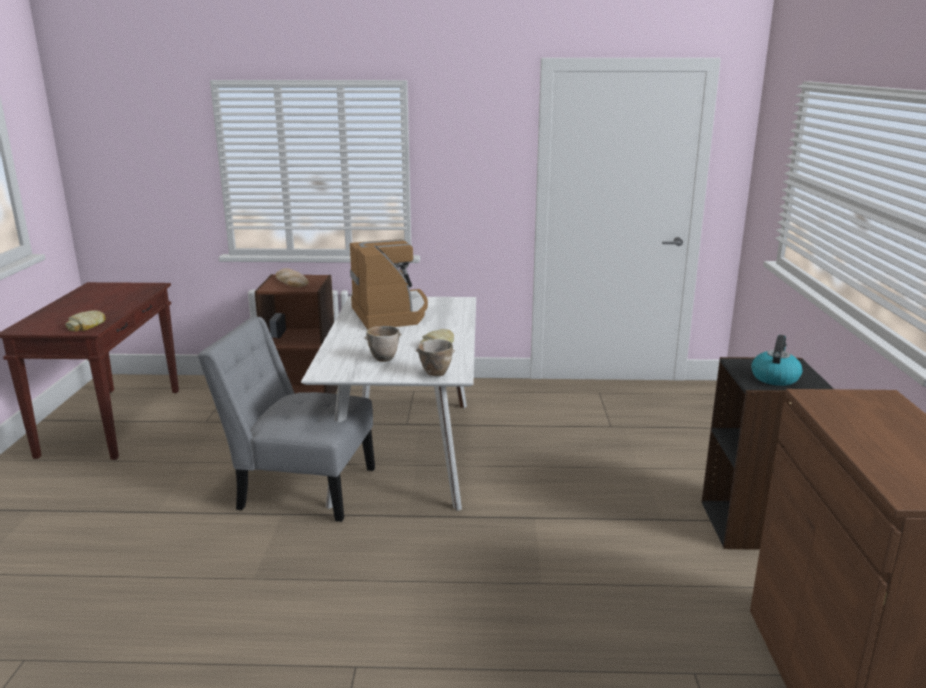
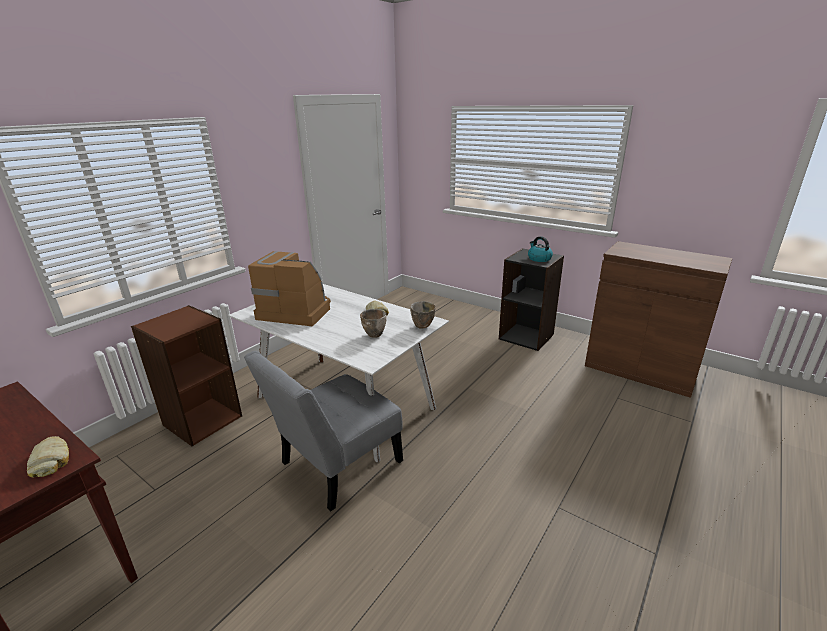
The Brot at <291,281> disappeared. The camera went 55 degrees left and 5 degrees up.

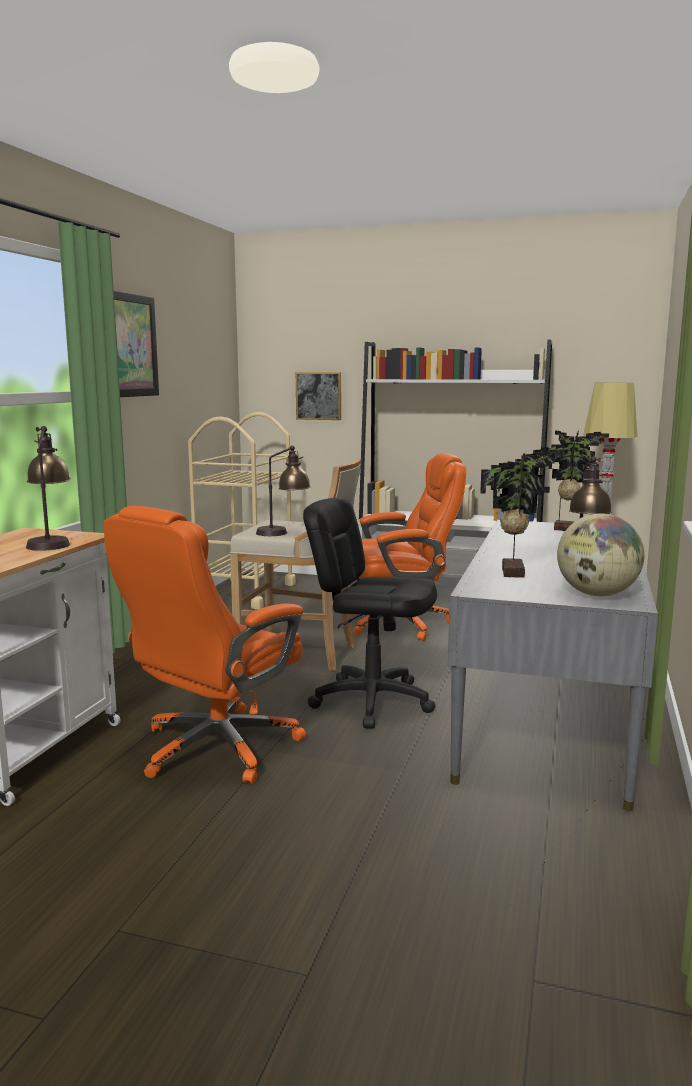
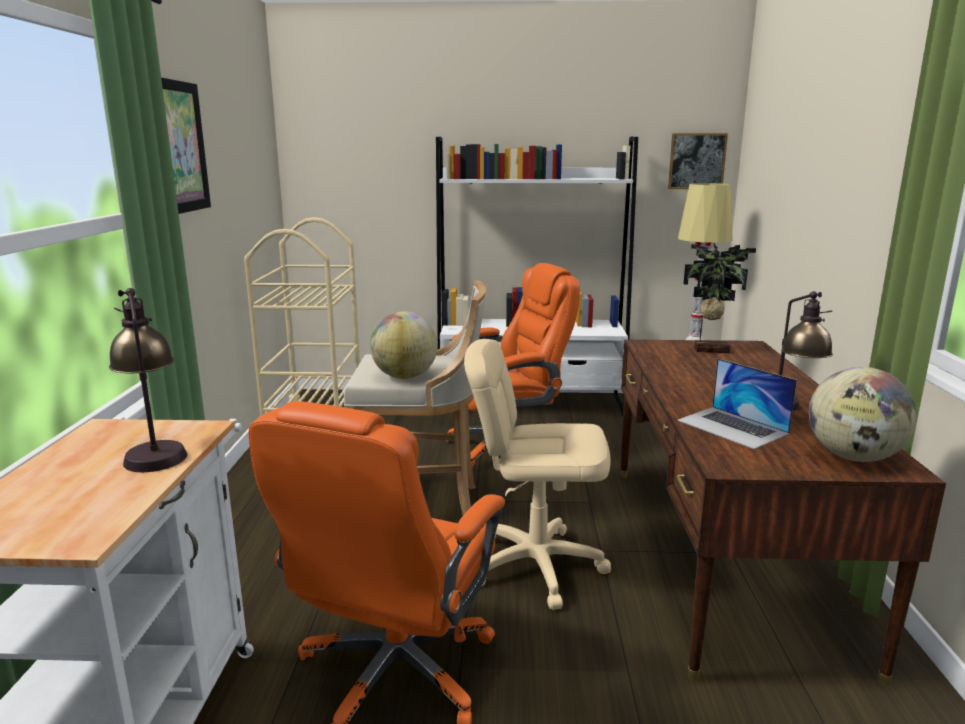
The Tischlampe at <283,533> was replaced by the Globus at <405,376>. The Bürostuhl/schwarz at <372,701> became the Bürostuhl/beige at <536,565>. The Schreibtisch/grau at <548,713> became the Schreibtisch/braun at <723,554>. The Bild moved from <318,396> to <696,161>. The Topfpflanze at <515,572> was replaced by the Laptop at <732,427>. The camera went 15 degrees left and 5 degrees up.

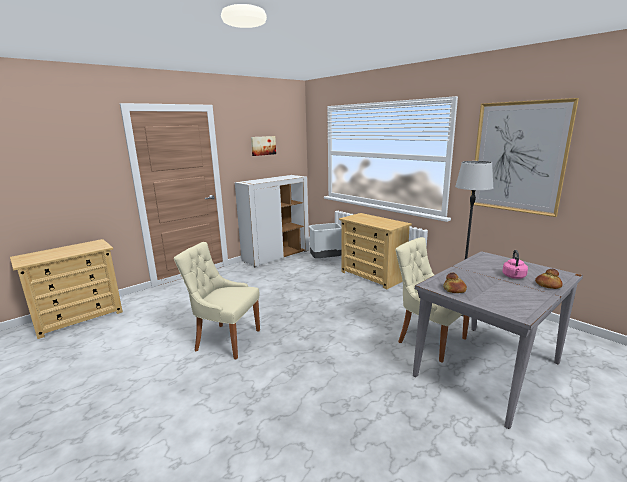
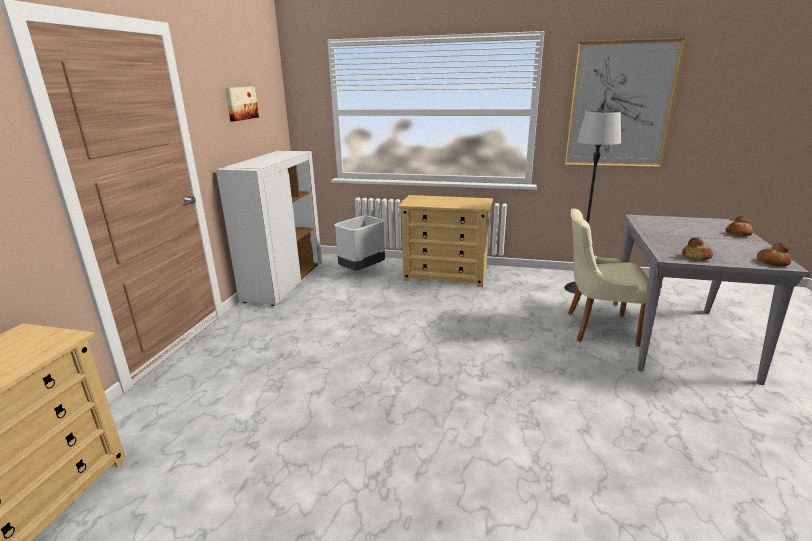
The Brot at <772,262> appeared. The Stuhl/beige at <225,340> disappeared. The Wasserkessel/rosa at <514,277> disappeared. The camera went 35 degrees left and 5 degrees up.

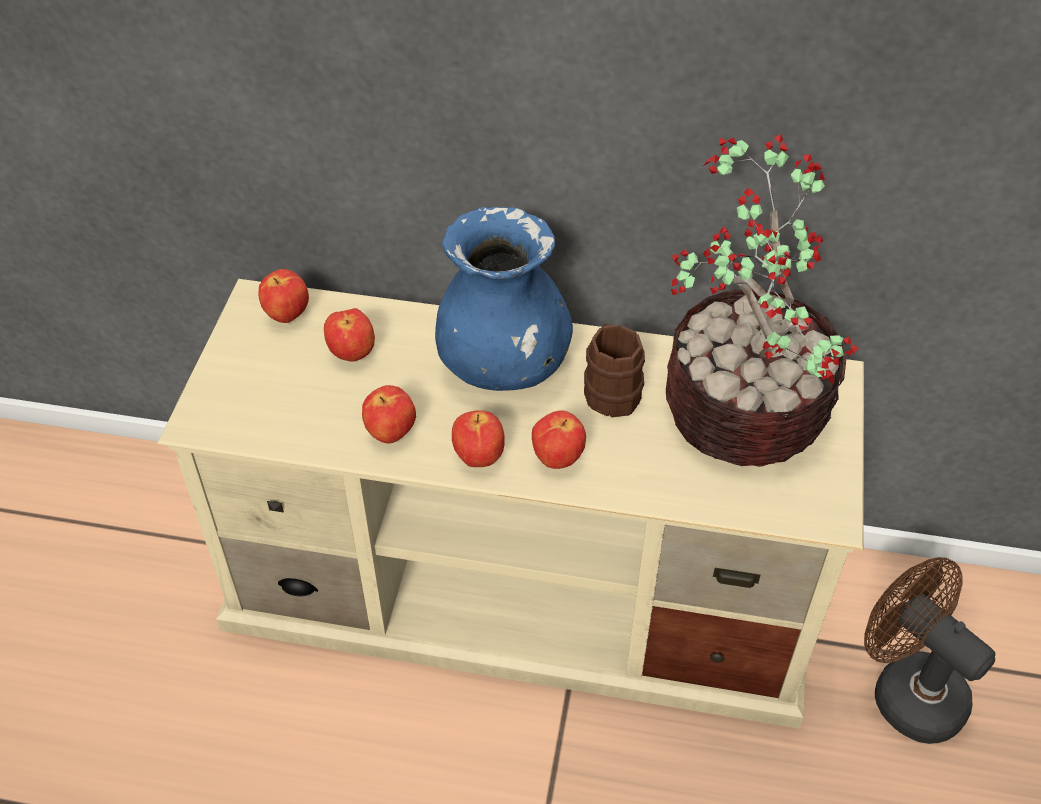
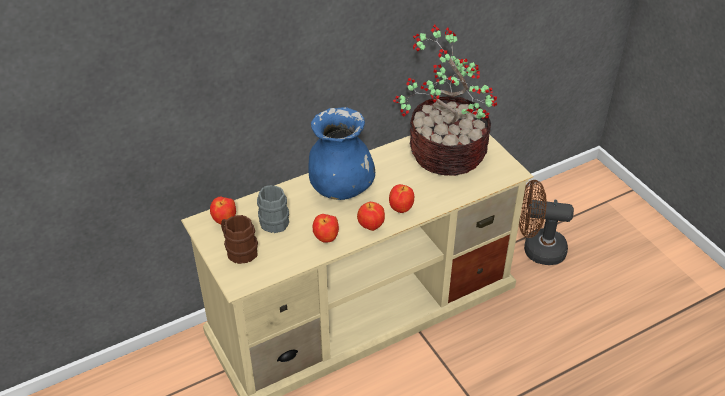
The Henkelbecher/braun moved from <610,389> to <239,250>. The Apfel at <353,354> was replaced by the Henkelbecher/grau at <273,219>. The camera went 40 degrees left and 5 degrees down.

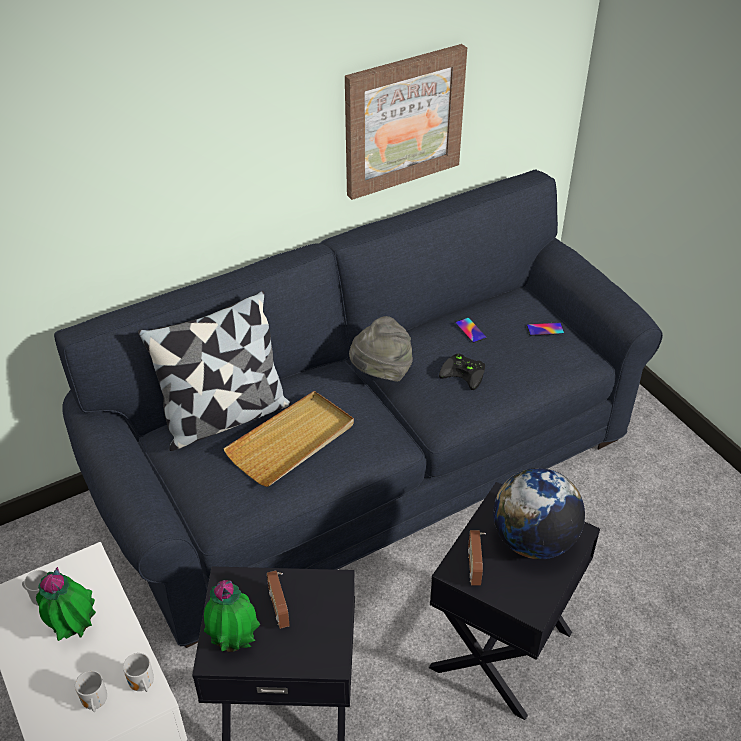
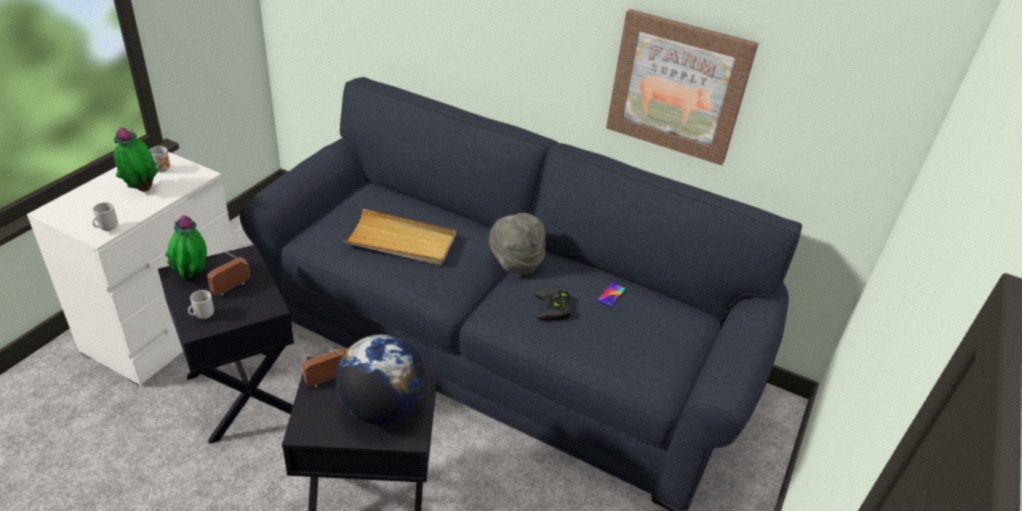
The Henkelbecher moved from <94,703> to <203,316>. The Kissen at <225,417> disappeared. The Handy at <545,329> disappeared. The camera went 55 degrees right and 5 degrees down.

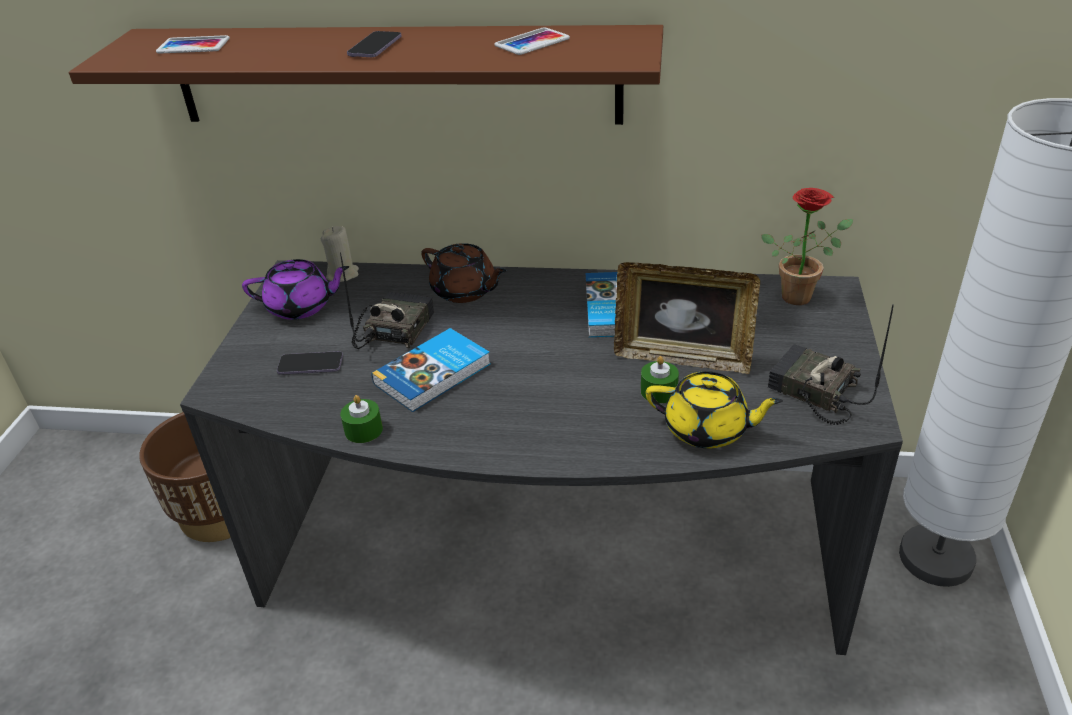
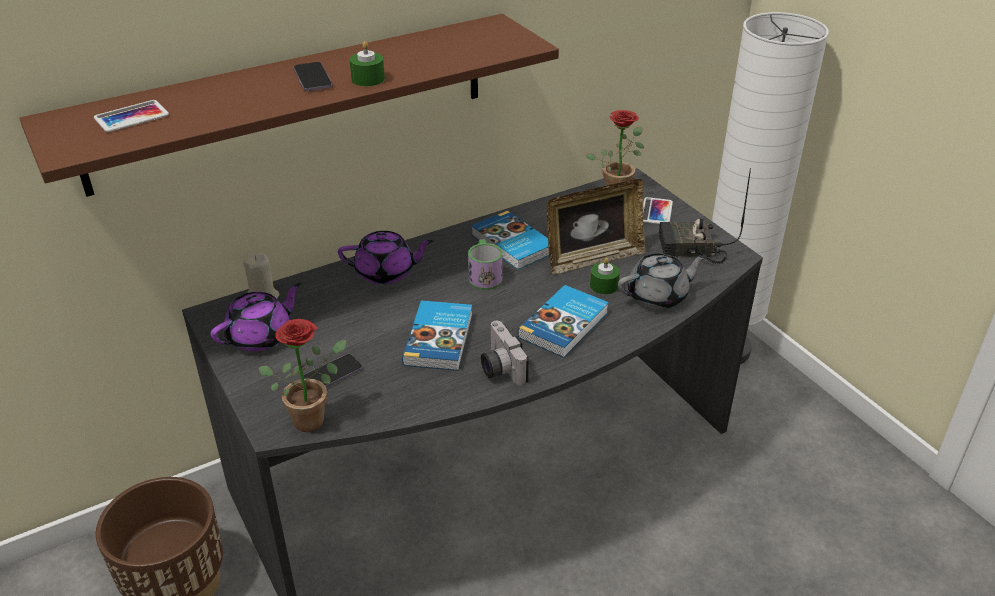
The Topfpflanze at <314,417> appeared. The Teekanne/braun at <465,291> became the Teekanne/lila at <386,272>. The Kerze/grün moved from <363,430> to <368,79>. The Henkelbecher at <484,276> appeared. The Kamera at <499,367> appeared. The Buch at <565,325> appeared. The Teekanne/gelb at <707,429> became the Teekanne/grau at <658,296>. The Handy moved from <532,42> to <656,211>. The Radio at <393,329> disappeared. The camera went 40 degrees left and 0 degrees up.

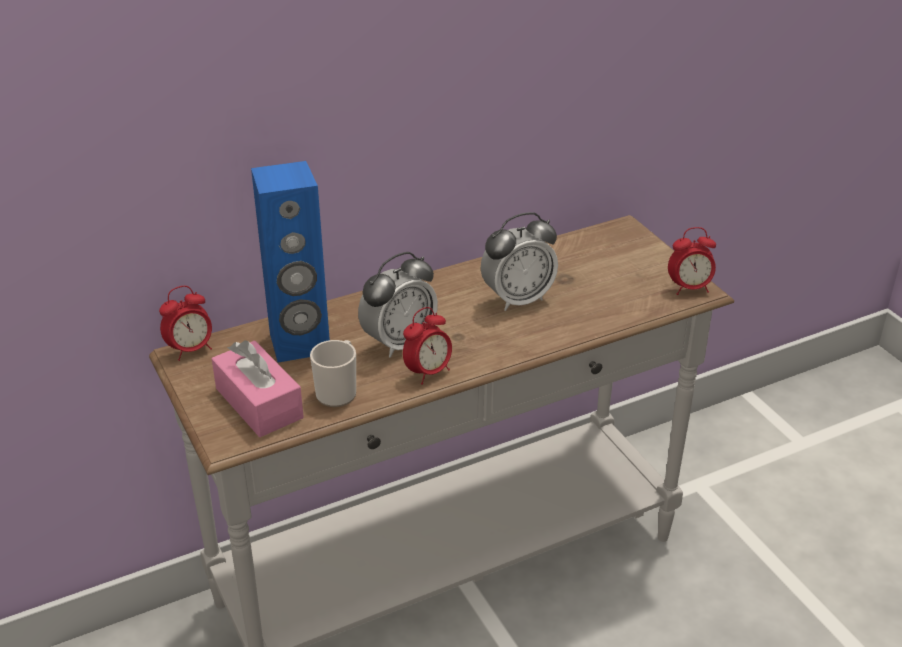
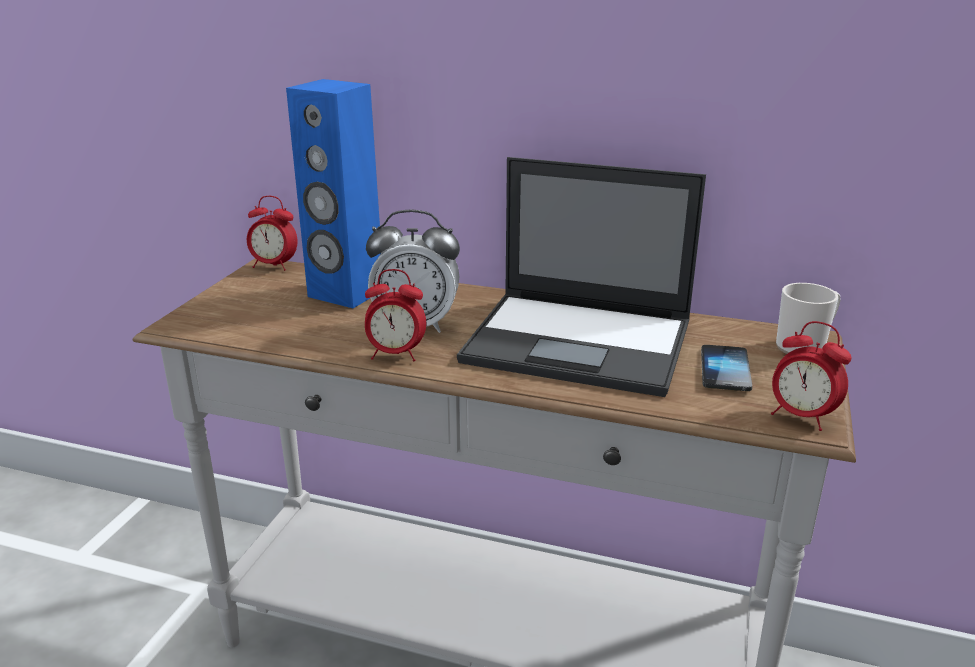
The Wecker at <517,299> was replaced by the Laptop at <581,342>. The Handy at <725,370> appeared. The Henkelbecher moved from <338,391> to <804,346>. The Taschentuchbox/rosa at <259,403> disappeared. The camera went 45 degrees right and 10 degrees down.

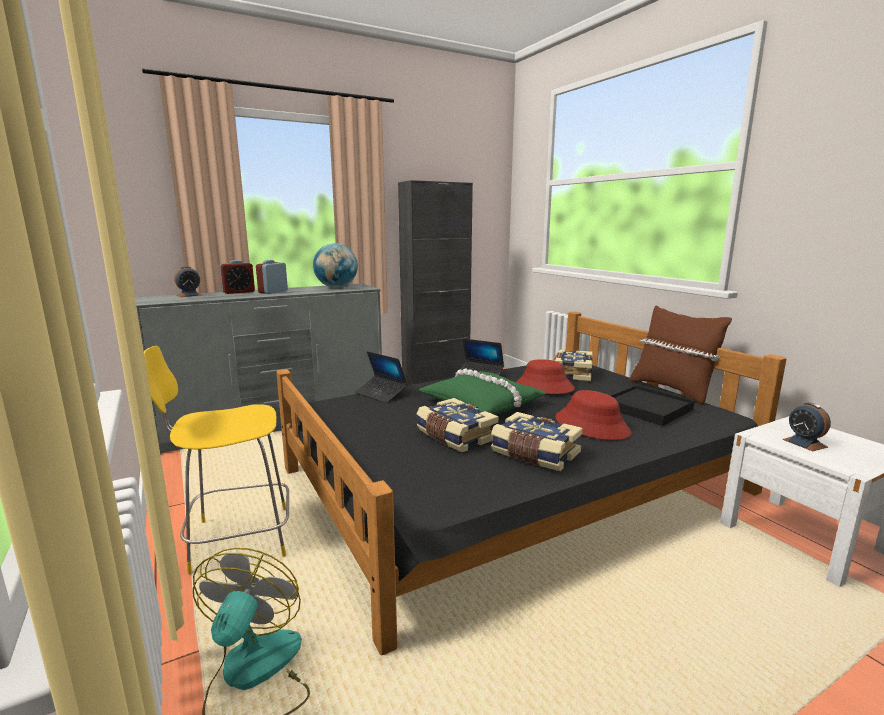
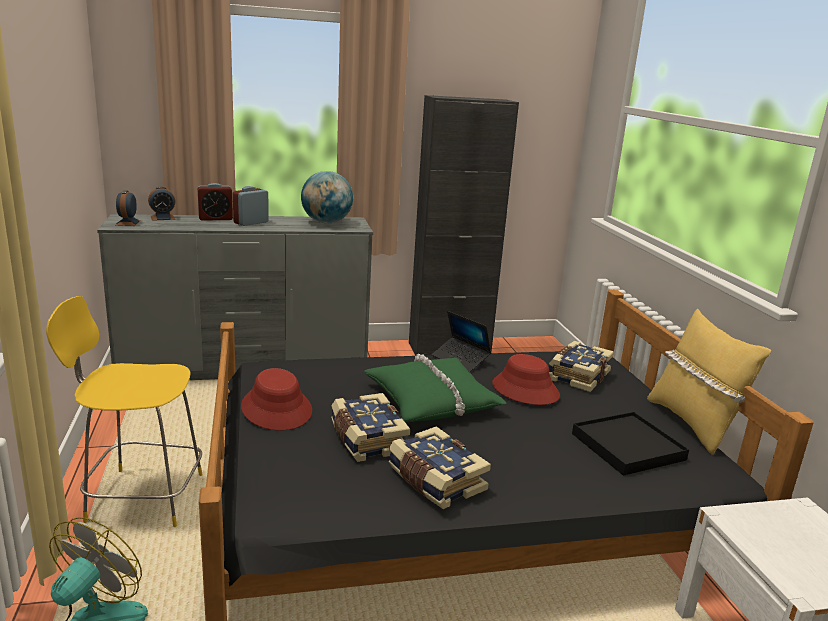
The Wecker moved from <804,443> to <128,223>. The Hut/rot moved from <592,425> to <277,409>. The Kissen/braun at <672,390> became the Kissen/gelb at <692,424>. The Laptop at <381,394> disappeared. The camera went 15 degrees right and 5 degrees up.

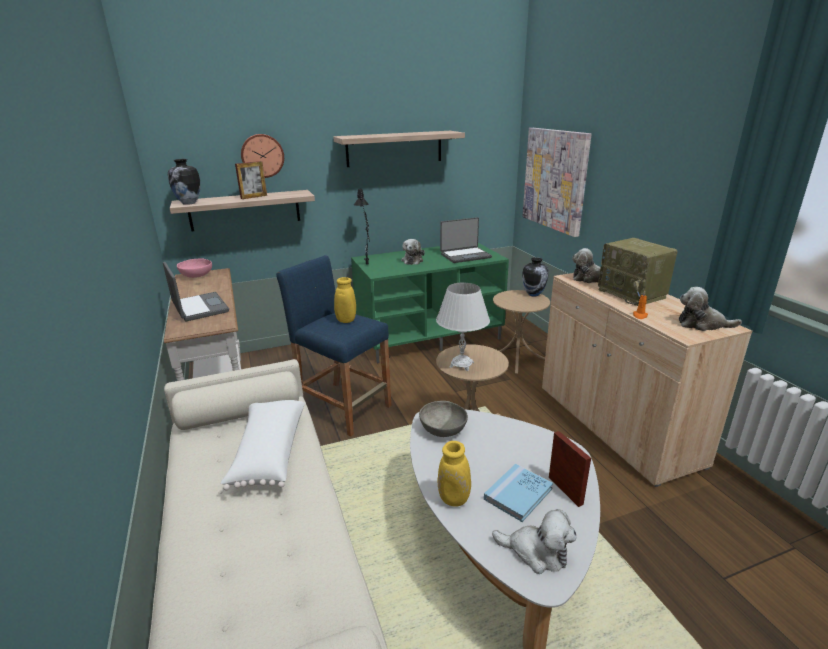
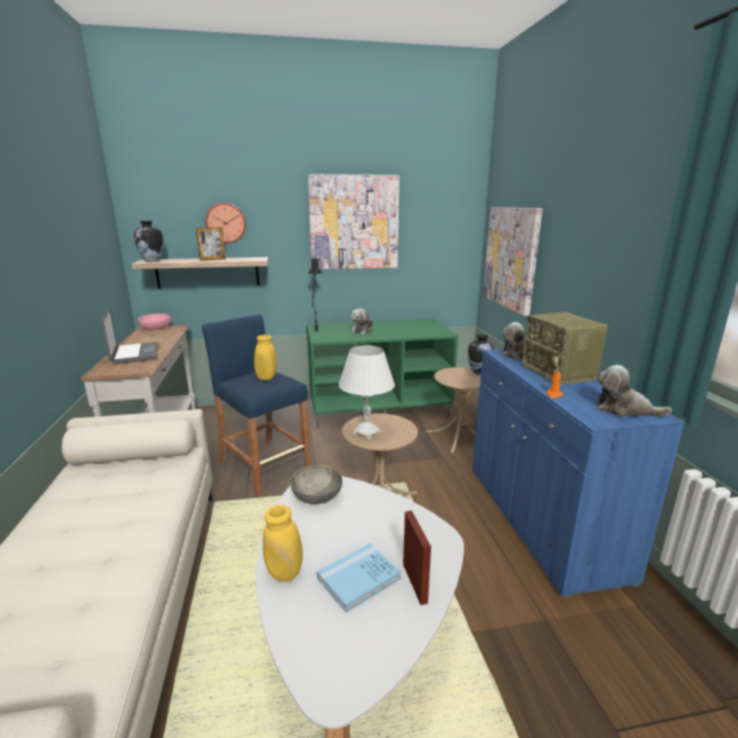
The Wandregal at <394,148> was replaced by the Bild at <354,222>. The Schrank/beige at <616,425> became the Schrank/blau at <541,520>. The Kissen/weiß at <268,453> disappeared. The Laptop at <465,256> disappeared. The Plüschtier at <536,552> disappeared. The camera went 10 degrees right and 5 degrees down.

